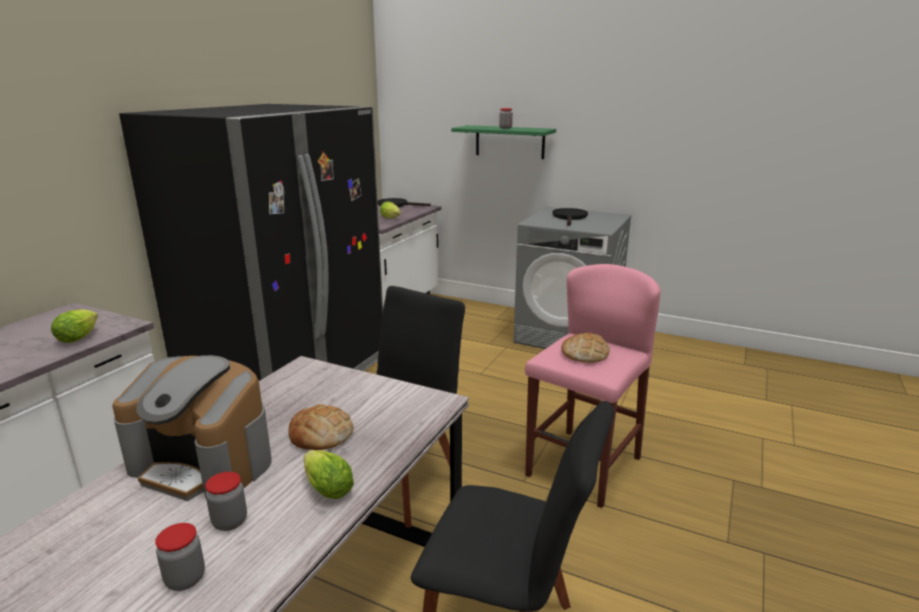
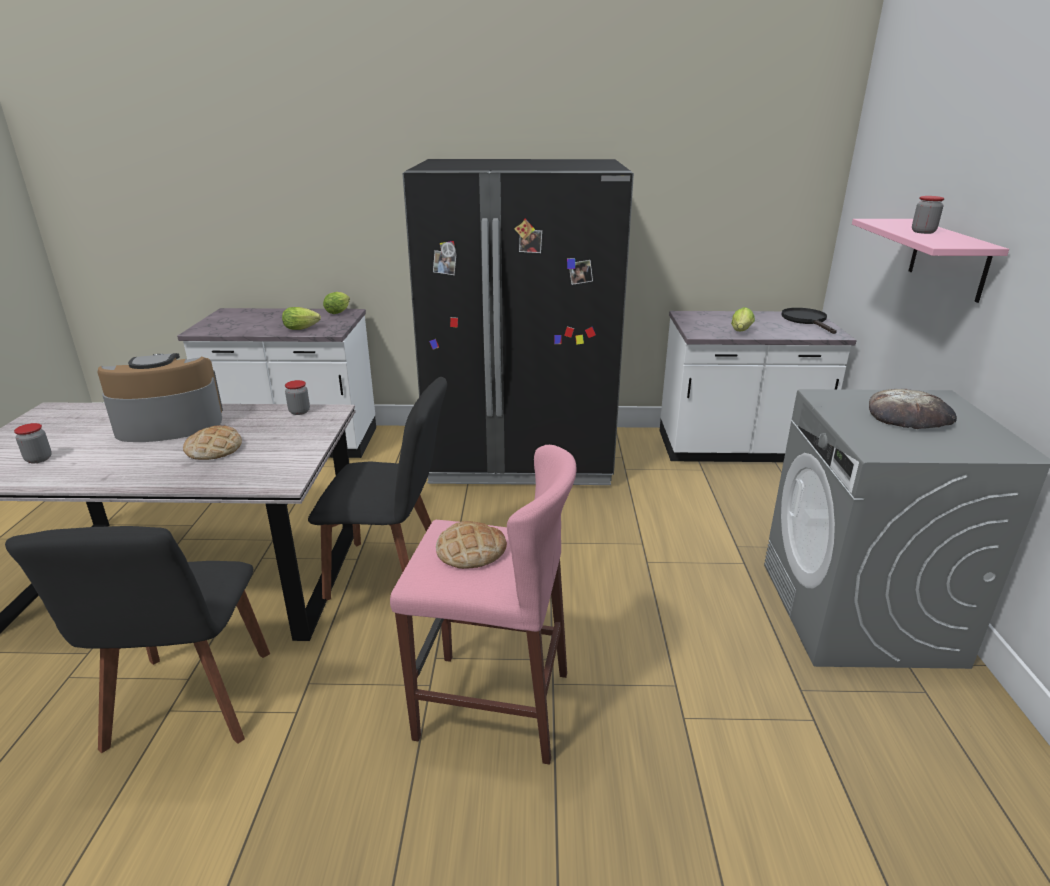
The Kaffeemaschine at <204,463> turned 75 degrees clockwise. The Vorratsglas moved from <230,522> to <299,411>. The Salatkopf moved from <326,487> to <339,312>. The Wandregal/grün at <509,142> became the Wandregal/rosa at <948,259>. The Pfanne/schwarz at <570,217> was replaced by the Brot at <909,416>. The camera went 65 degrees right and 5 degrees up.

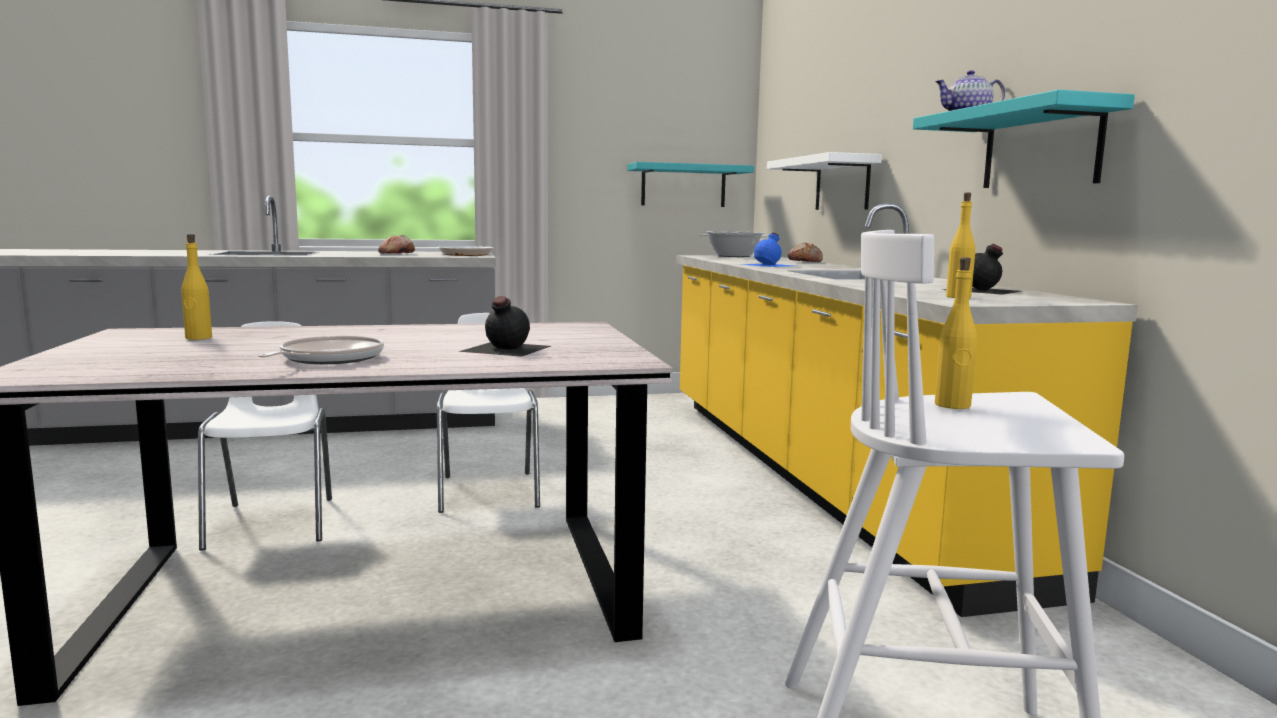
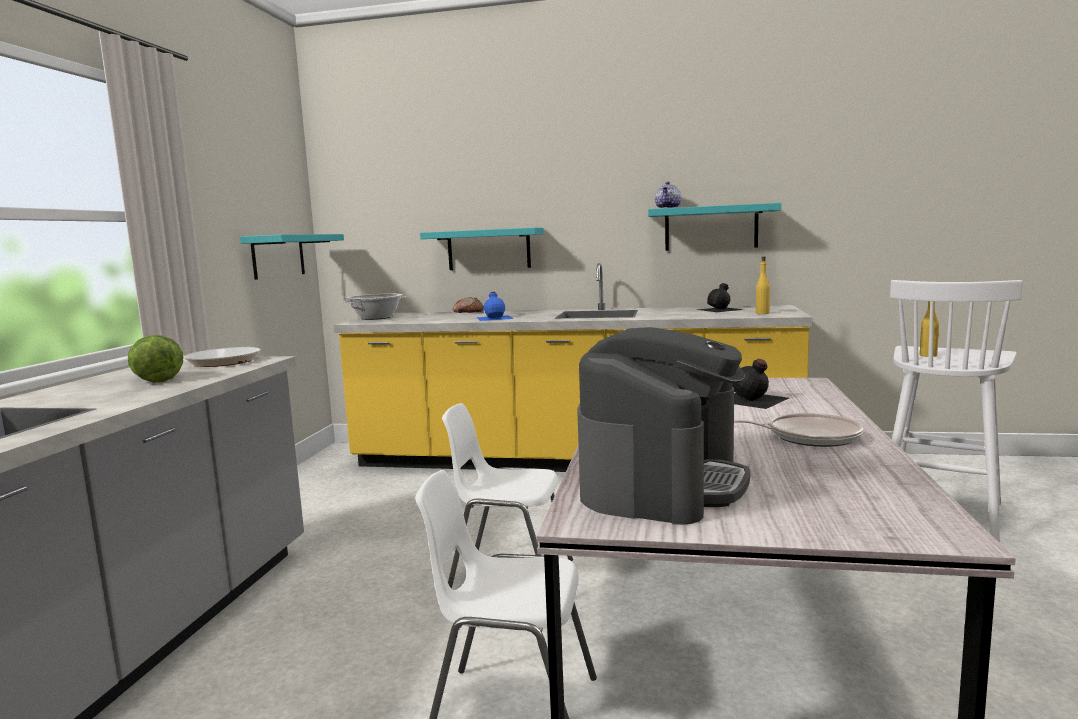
The Brot at <396,254> was replaced by the Salatkopf at <155,380>. The Wandregal/weiß at <842,184> became the Wandregal/türkis at <488,249>. The Flasche/gelb at <198,338> was replaced by the Kaffeemaschine at <662,482>. The Pfanne at <328,359> turned 150 degrees clockwise. The camera went 65 degrees left and 0 degrees up.

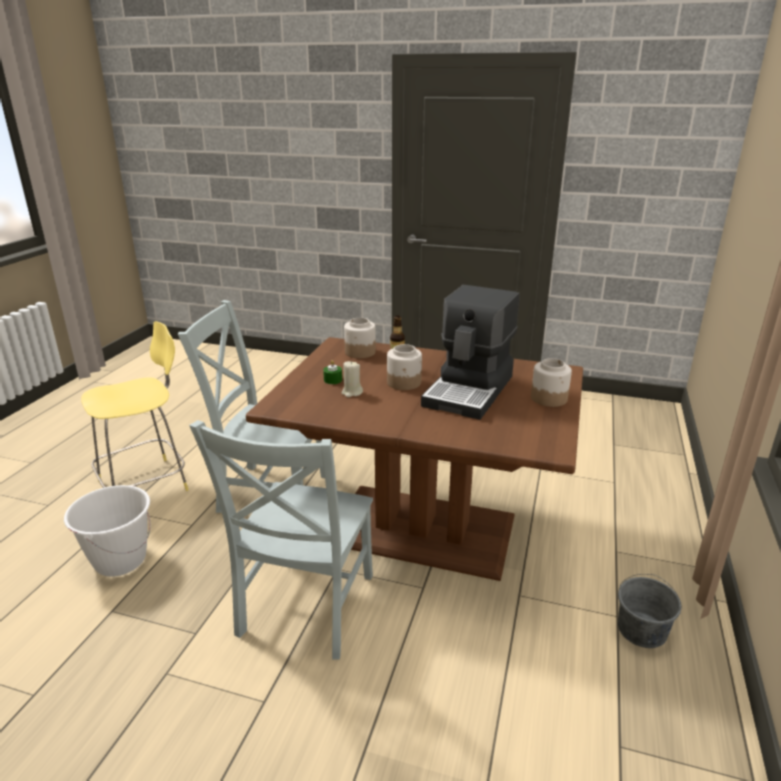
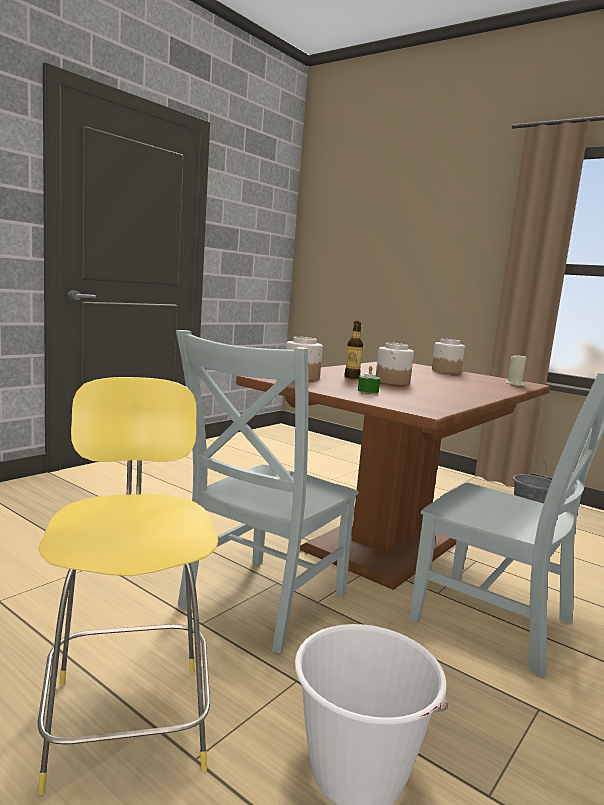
The Kerze/beige moved from <352,392> to <515,384>. The Kaffeemaschine at <470,391> disappeared. The camera went 70 degrees left and 15 degrees down.

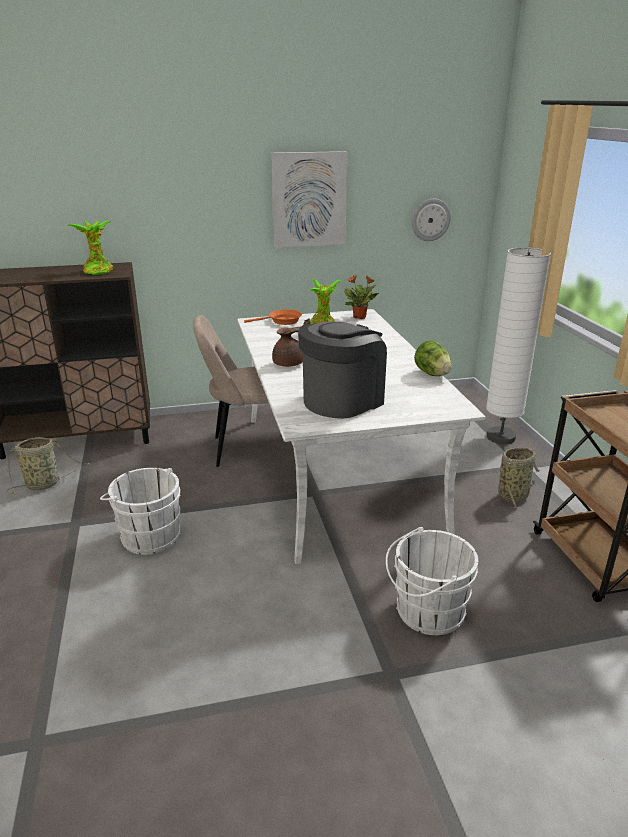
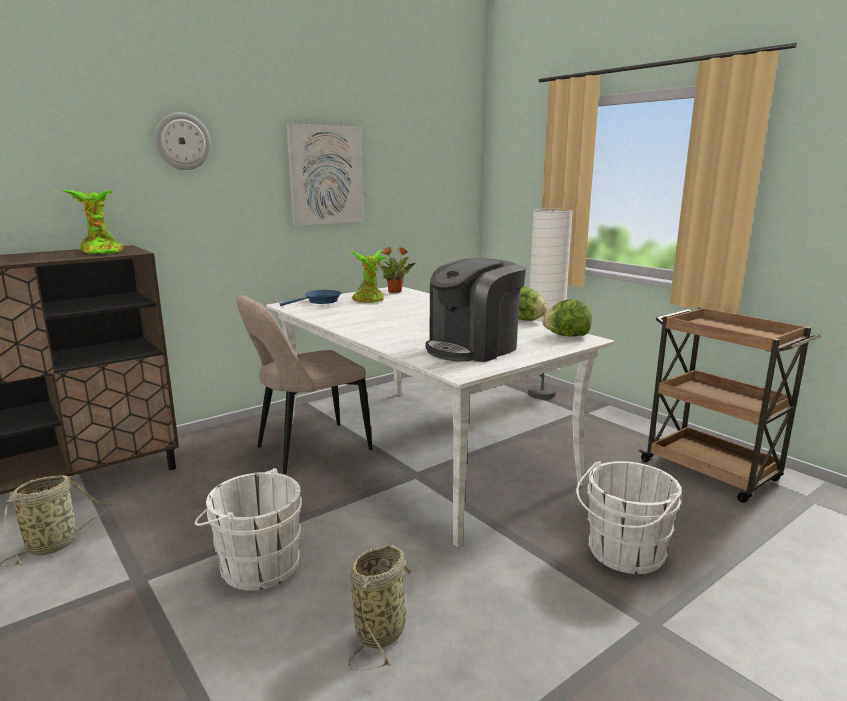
The Wanduhr moved from <430,220> to <182,141>. The Pfanne/orange at <282,321> became the Pfanne/blau at <320,301>. The Korb moved from <514,495> to <382,630>. The Kaffeemaschine at <342,400> turned 150 degrees counterclockwise. The Salatkopf at <566,336> appeared. The Teekanne/braun at <290,363> disappeared. The camera went 25 degrees left and 10 degrees down.

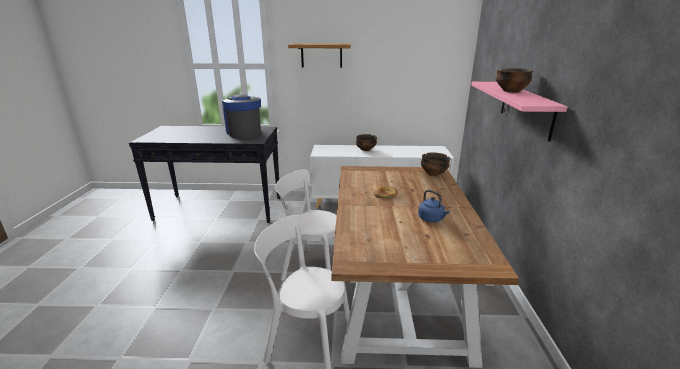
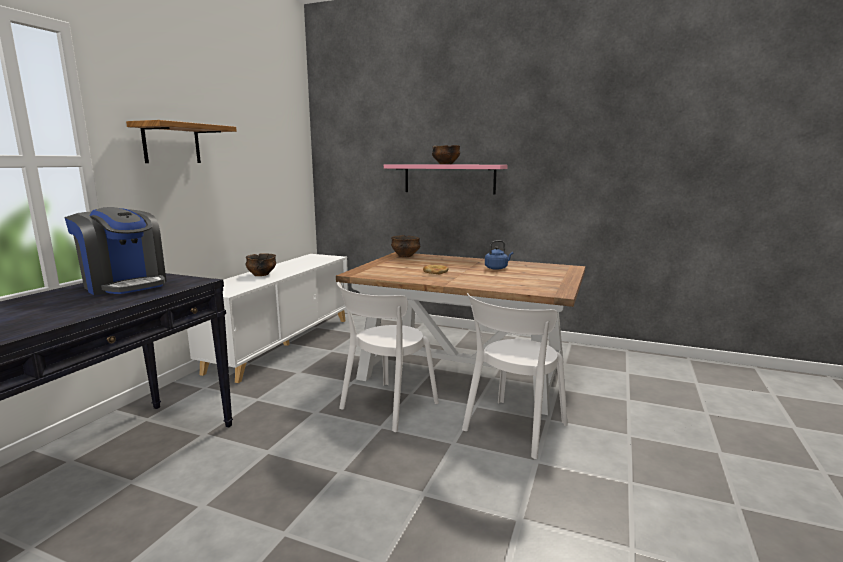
The Kaffeemaschine at <244,132> turned 135 degrees counterclockwise. The camera went 70 degrees left and 10 degrees down.

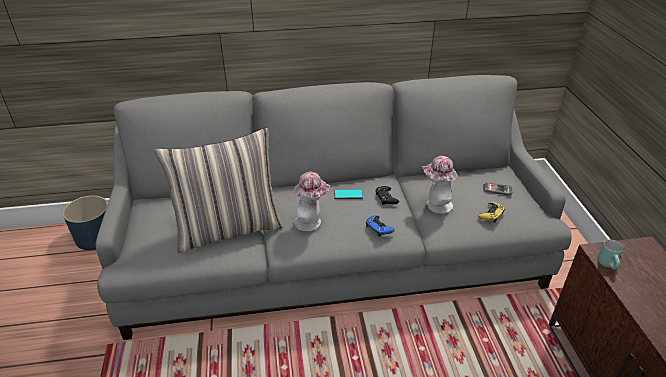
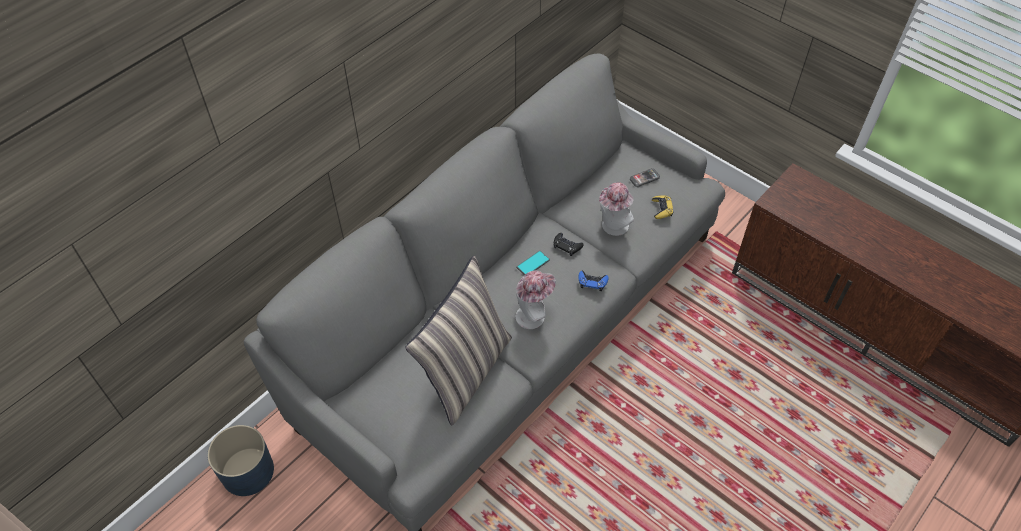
The Henkelbecher/türkis at <609,265> disappeared. The camera went 40 degrees left and 15 degrees up.

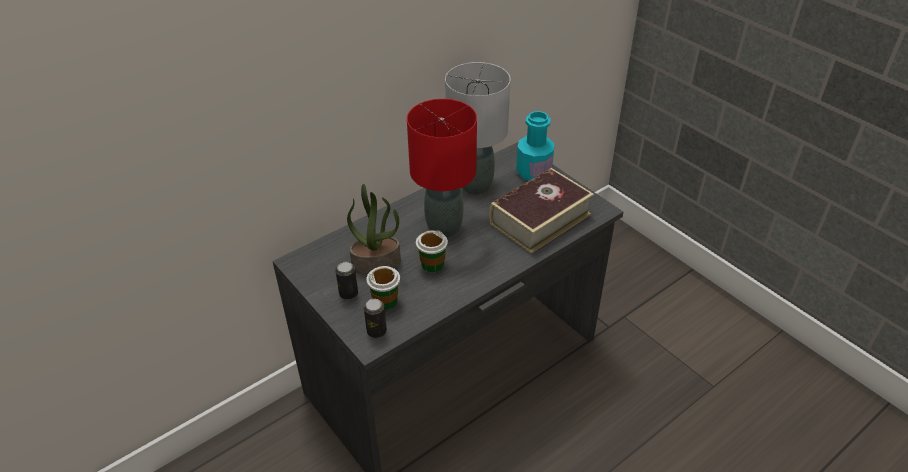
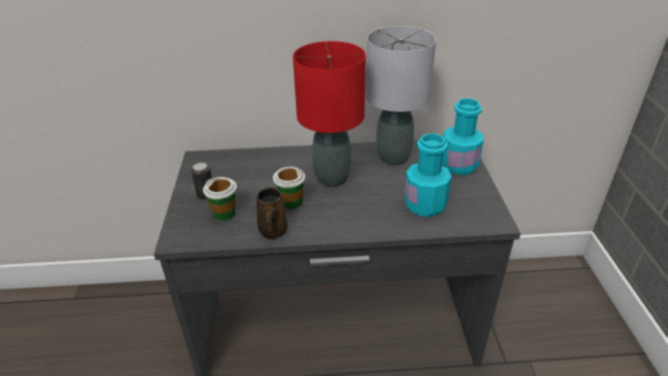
The Henkelbecher/braun at <272,232> appeared. The Buch at <540,219> was replaced by the Flasche/türkis at <425,205>. The Topfpflanze at <377,263> disappeared. The Dose at <376,331> disappeared. The camera went 35 degrees right and 5 degrees down.

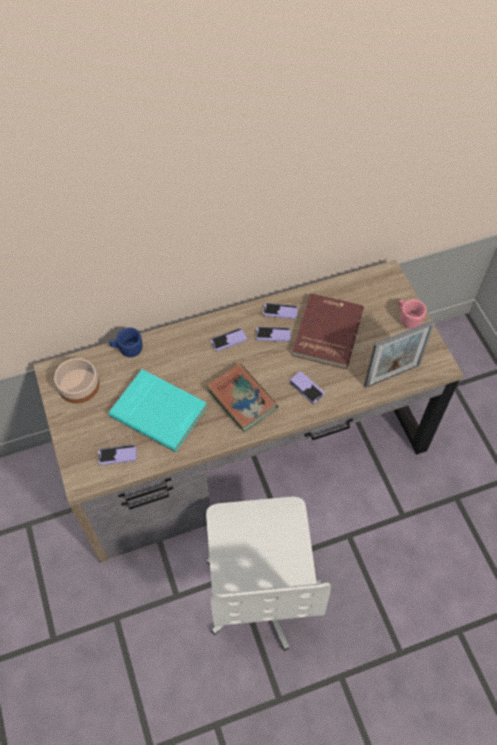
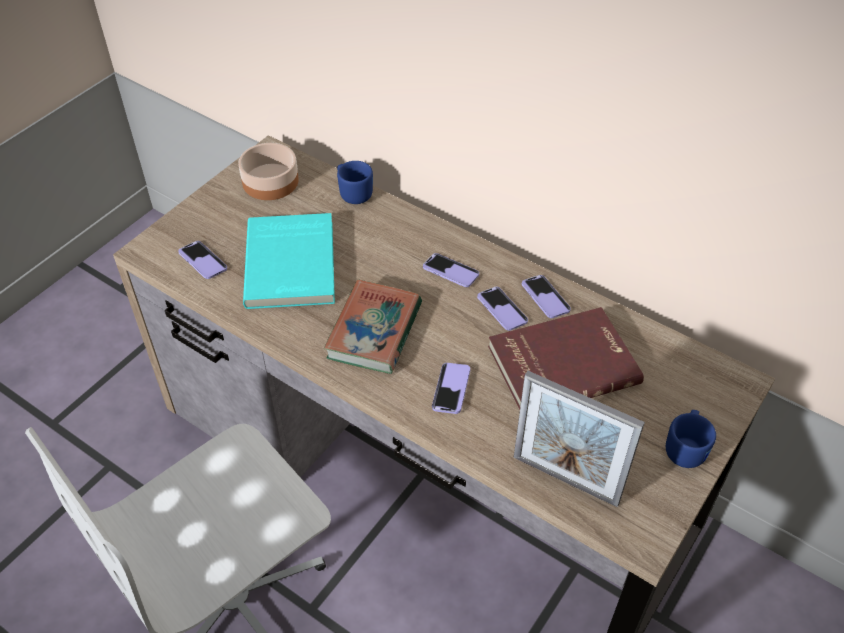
The Henkelbecher/rosa at <408,318> became the Henkelbecher/blau at <686,448>. The camera went 55 degrees right and 10 degrees down.

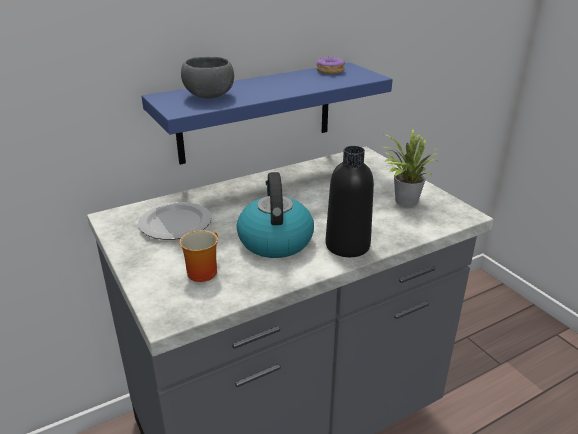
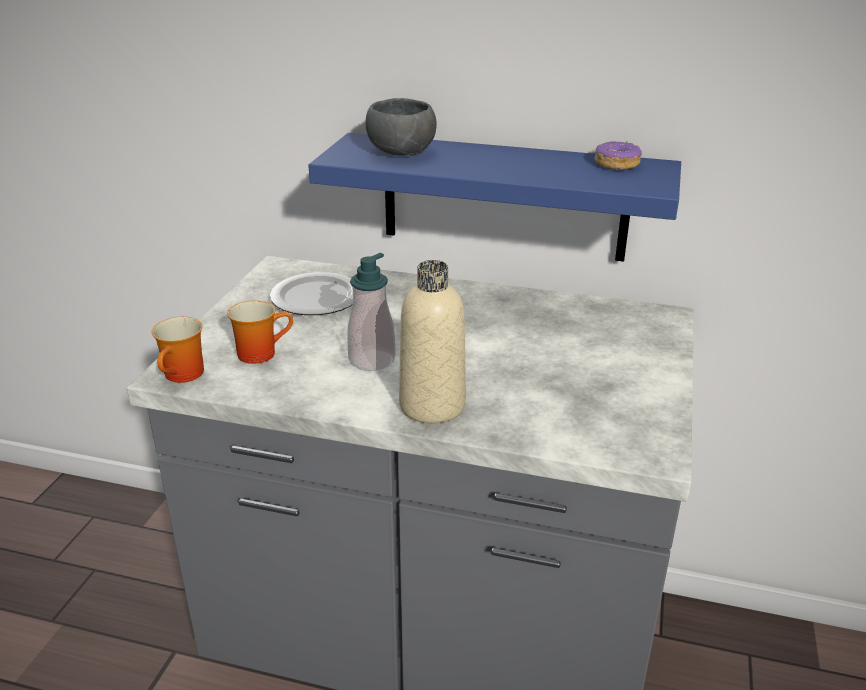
The Henkelbecher at <185,375> appeared. The Wasserkessel at <275,240> was replaced by the Seifenspender at <372,360>. The Flasche/schwarz at <347,245> became the Flasche/beige at <432,405>. The Topfpflanze at <403,201> disappeared. The camera went 45 degrees right and 0 degrees up.

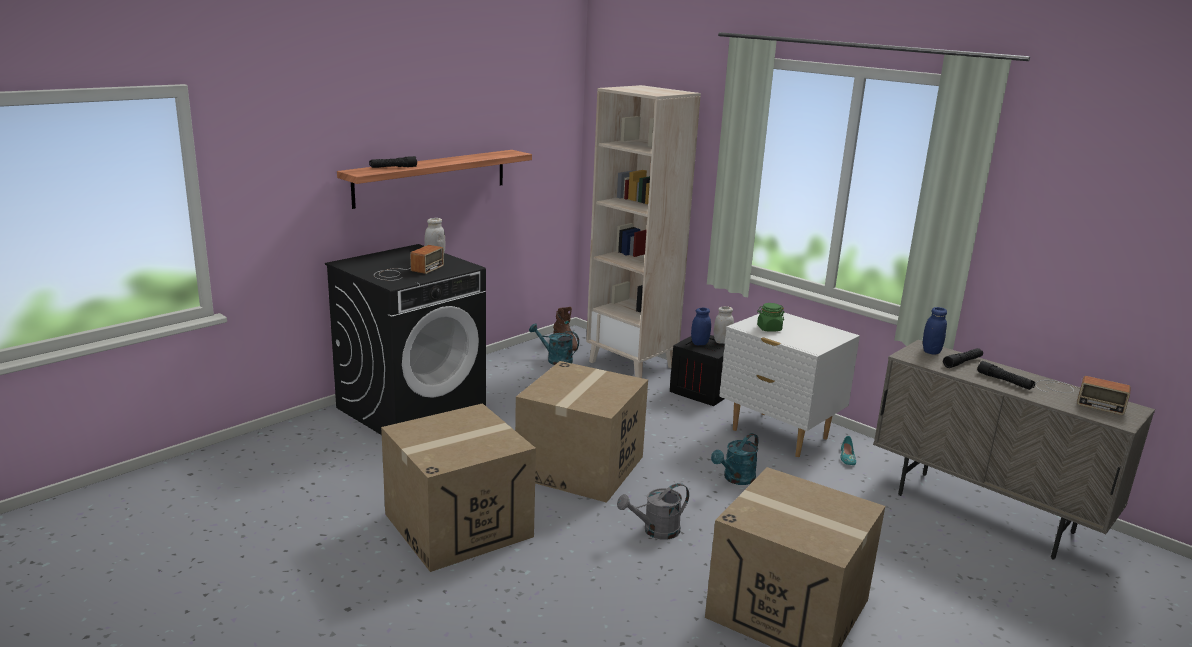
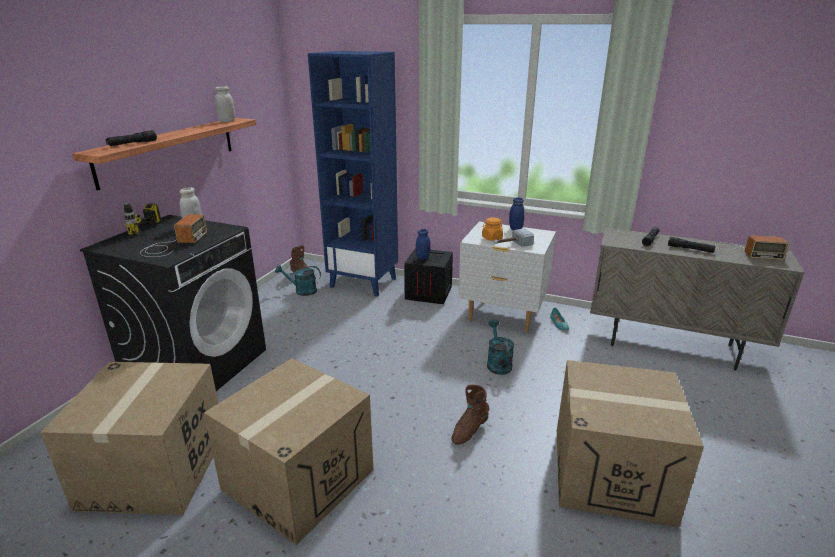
The Karton moved from <580,467> to <154,470>. The Bohrmaschine at <155,231> appeared. The Vorratsglas/weiß moved from <722,342> to <226,121>. The Bücherregal/beige at <632,364> became the Bücherregal/blau at <364,282>. The Gießkanne/grau at <655,531> was replaced by the Stiefel/braun at <469,431>. The Vorratsglas/grün at <769,329> became the Vorratsglas/orange at <492,238>. The Gießkanne/türkis at <735,479> turned 150 degrees clockwise. The Hammer at <511,245> appeared. The Vorratsglas/blau moved from <931,351> to <515,229>. The camera went 20 degrees left and 5 degrees up.

